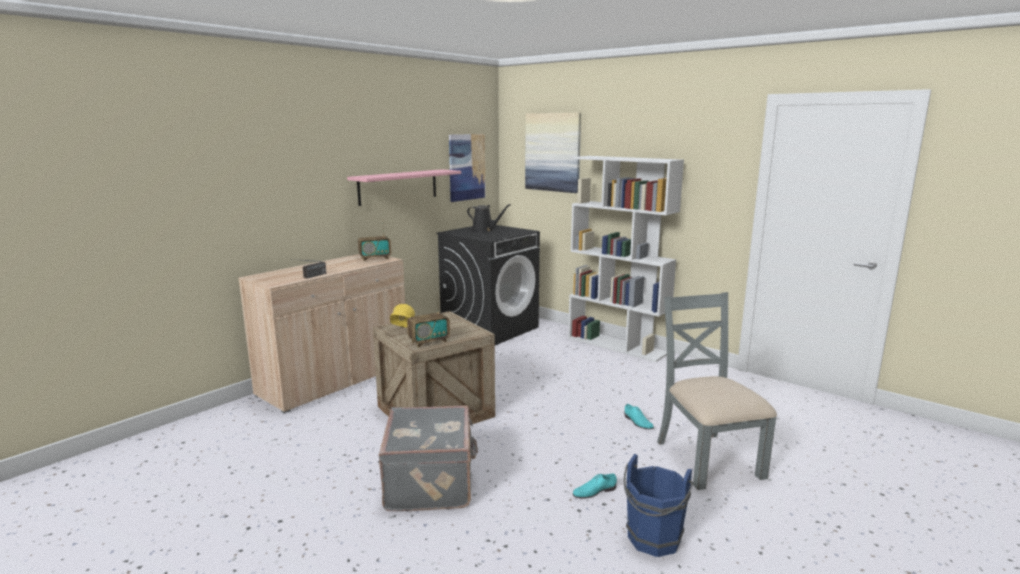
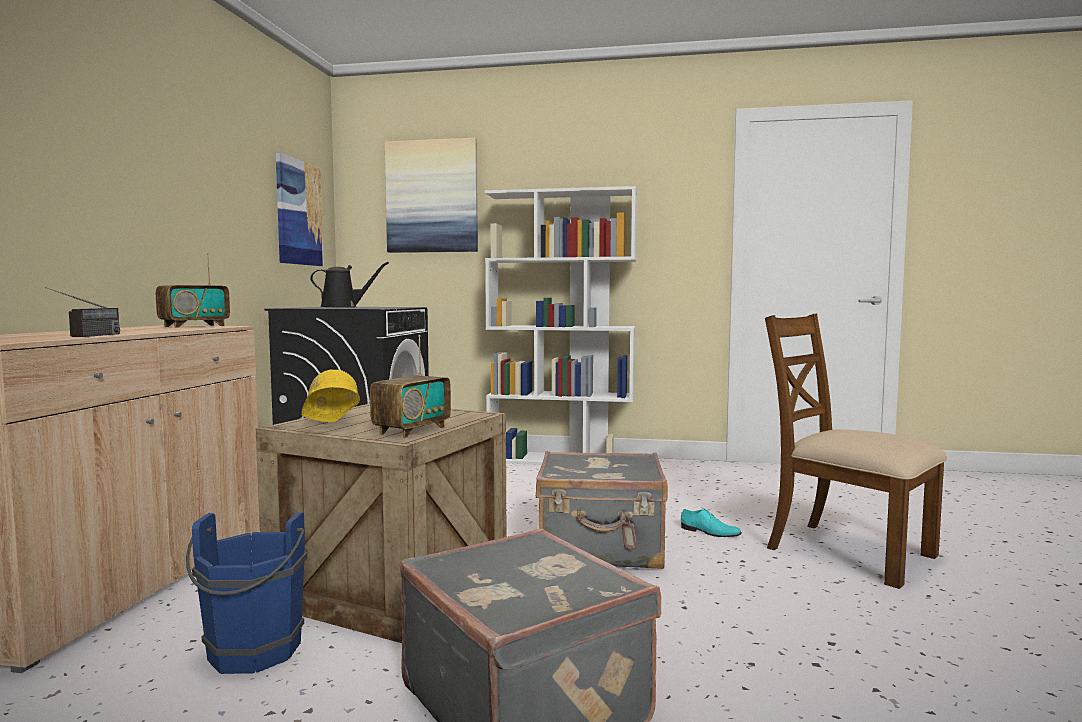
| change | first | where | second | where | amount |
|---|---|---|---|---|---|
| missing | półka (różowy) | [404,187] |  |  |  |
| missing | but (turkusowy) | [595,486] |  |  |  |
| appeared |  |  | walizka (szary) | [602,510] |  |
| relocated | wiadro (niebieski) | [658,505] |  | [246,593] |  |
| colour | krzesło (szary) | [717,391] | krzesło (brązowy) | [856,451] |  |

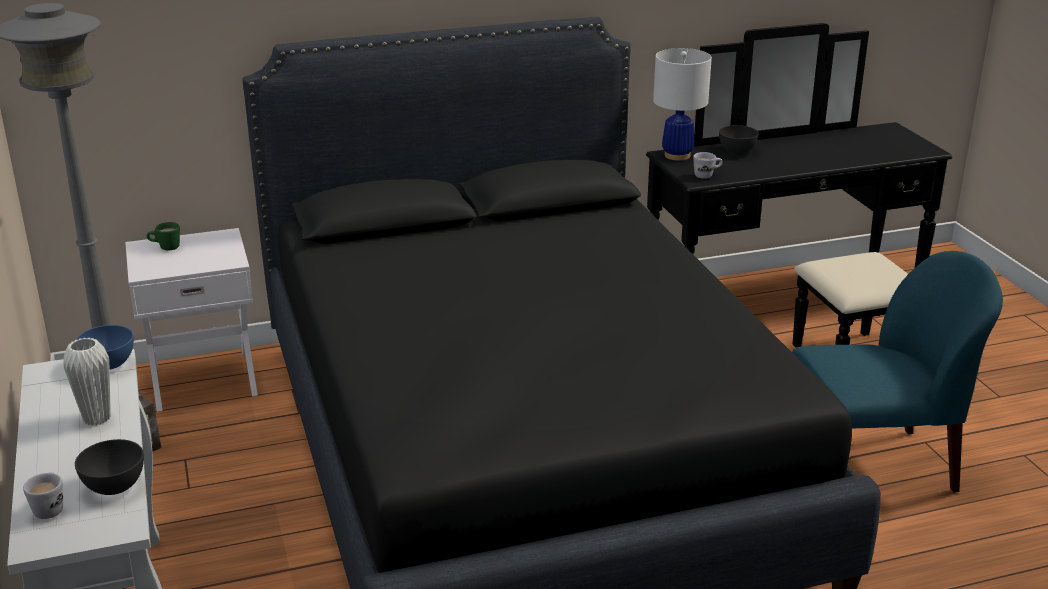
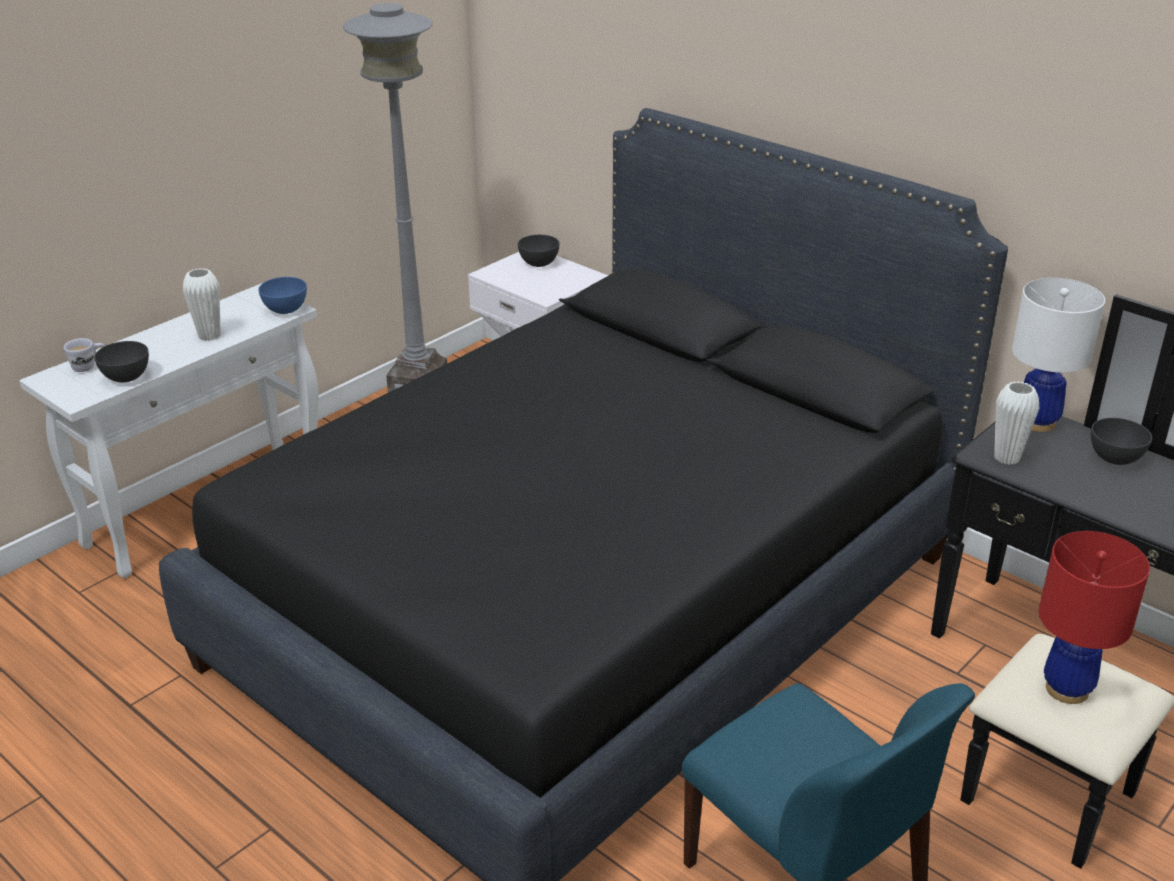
| change | first | where | second | where | amount |
|---|---|---|---|---|---|
| appeared |  |  | lampa stołowa (czerwony) | [1094,617] |  |
| exchanged | kubek (zielony) | [163,236] | miska (szary) | [539,251] |  |
| exchanged | kubek (biały) | [708,165] | wazon (biały) | [1016,423] |  |

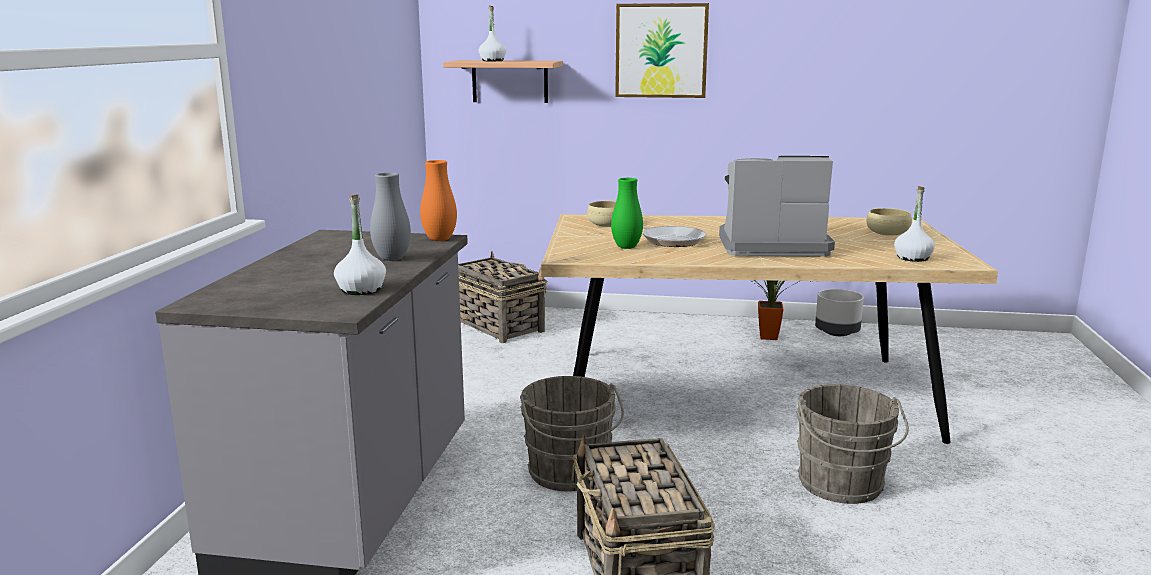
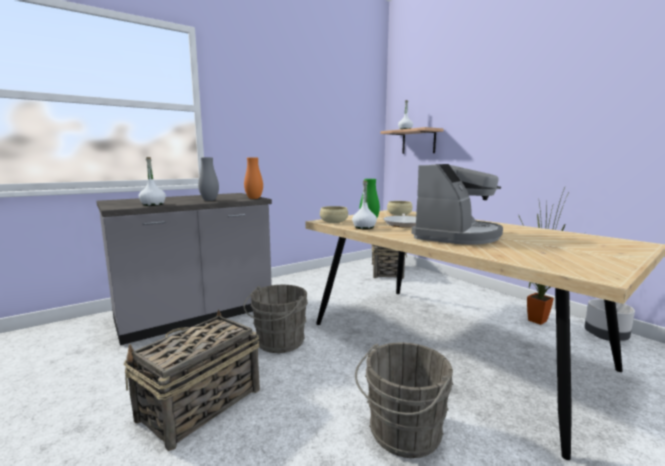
| change | first | where | second | where | amount |
|---|---|---|---|---|---|
| missing | obraz | [662,50] |  |  |  |
| relocated | miska (beżowy) | [889,221] |  | [334,214] |  |
| relocated | butelka (biały) | [914,224] |  | [364,205] |  |
| spun | ekspres do kawy | [777,206] |  | [457,204] | 75 degrees clockwise |

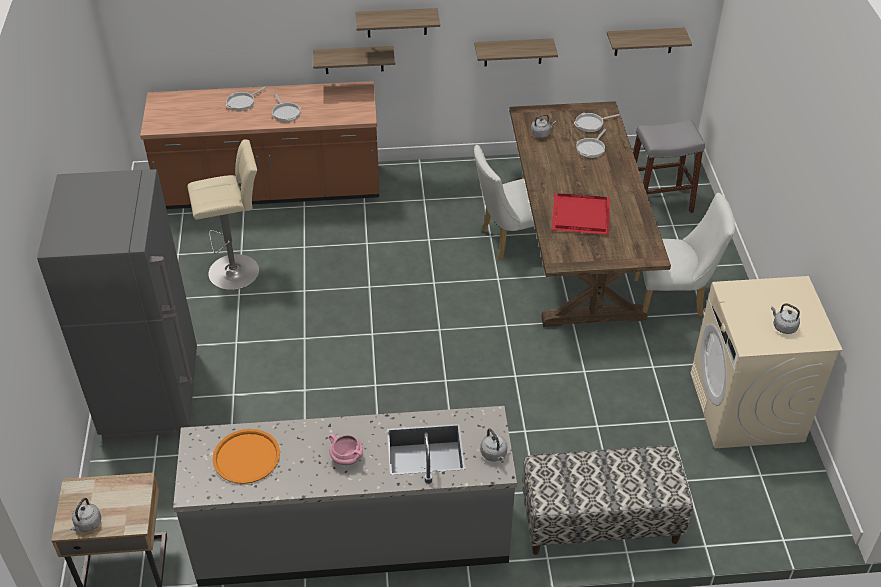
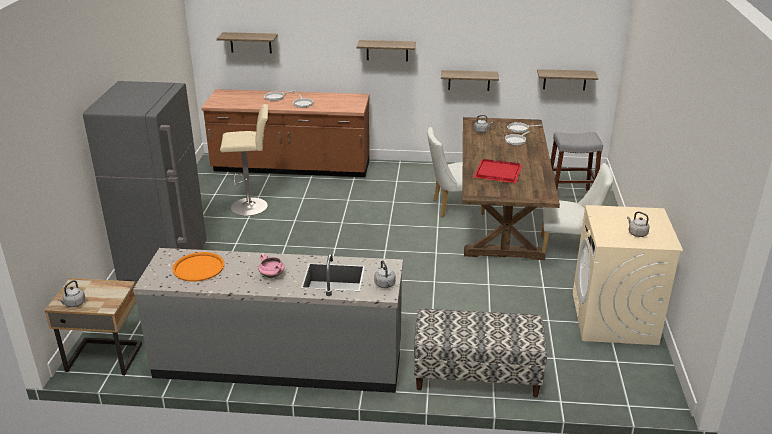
| change | first | where | second | where | amount |
|---|---|---|---|---|---|
| relocated | półka | [354,60] |  | [247,43] |  |

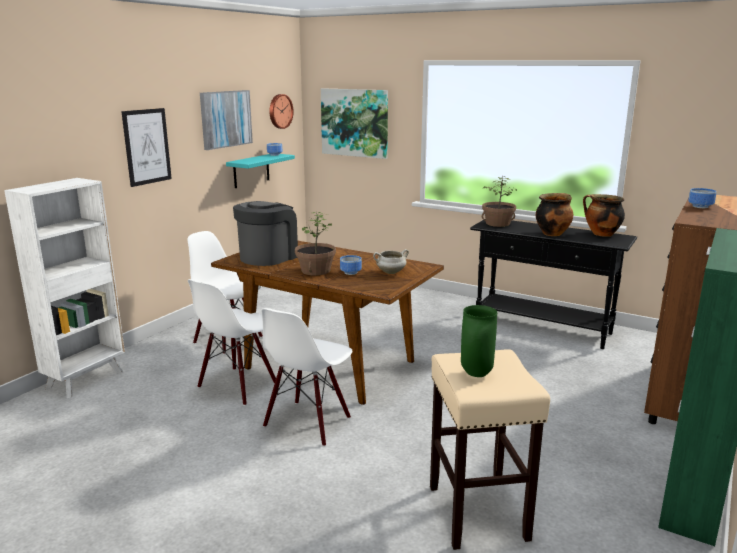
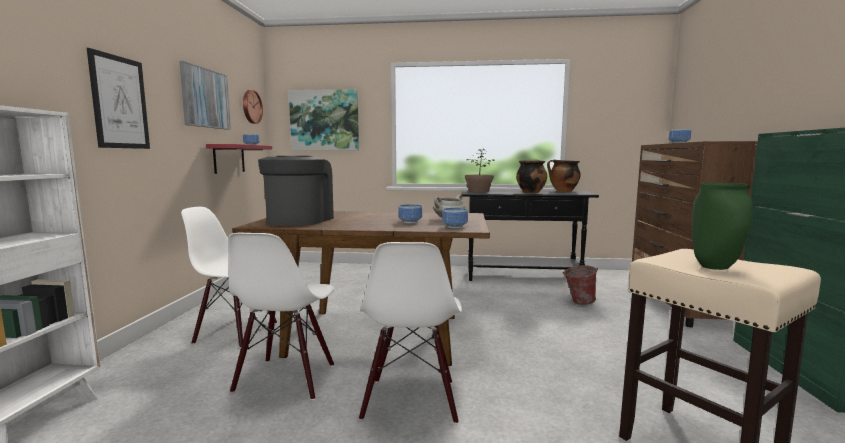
| change | first | where | second | where | amount |
|---|---|---|---|---|---|
| missing | roślina doniczkowa | [315,243] |  |  |  |
| appeared |  |  | miska | [455,218] |  |
| appeared |  |  | wiadro | [580,285] |  |
| colour | półka (turkusowy) | [260,171] | półka (czerwony) | [239,159] |  |

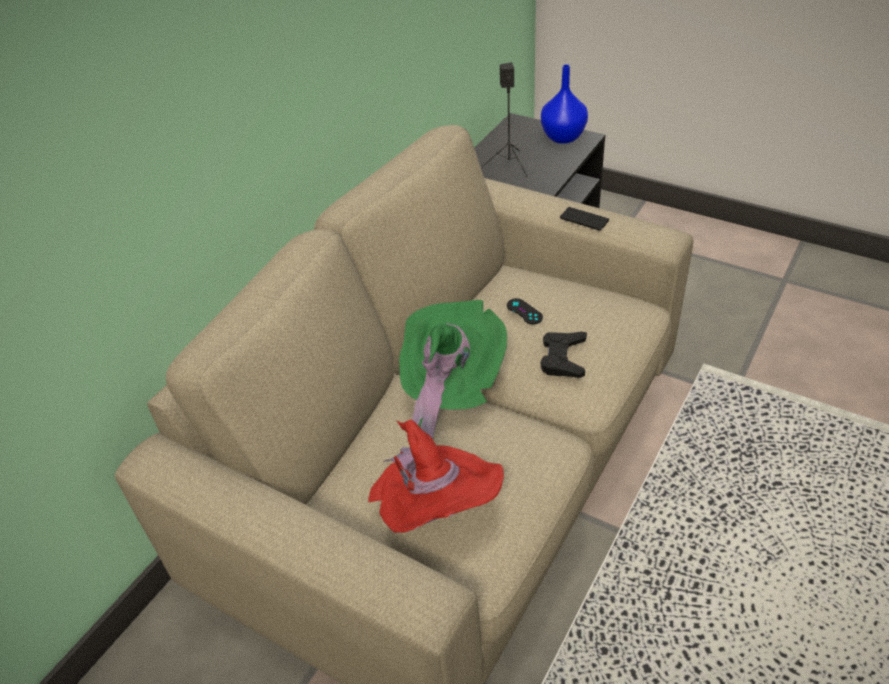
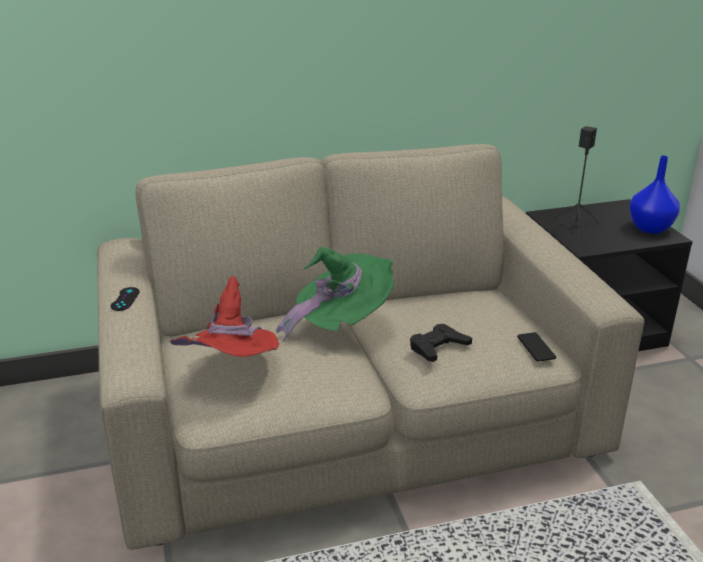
| change | first | where | second | where | amount |
|---|---|---|---|---|---|
| relocated | pad do gier (czarny) | [525,311] |  | [125,299] |  |
| relocated | telefon | [584,219] |  | [537,347] |  |

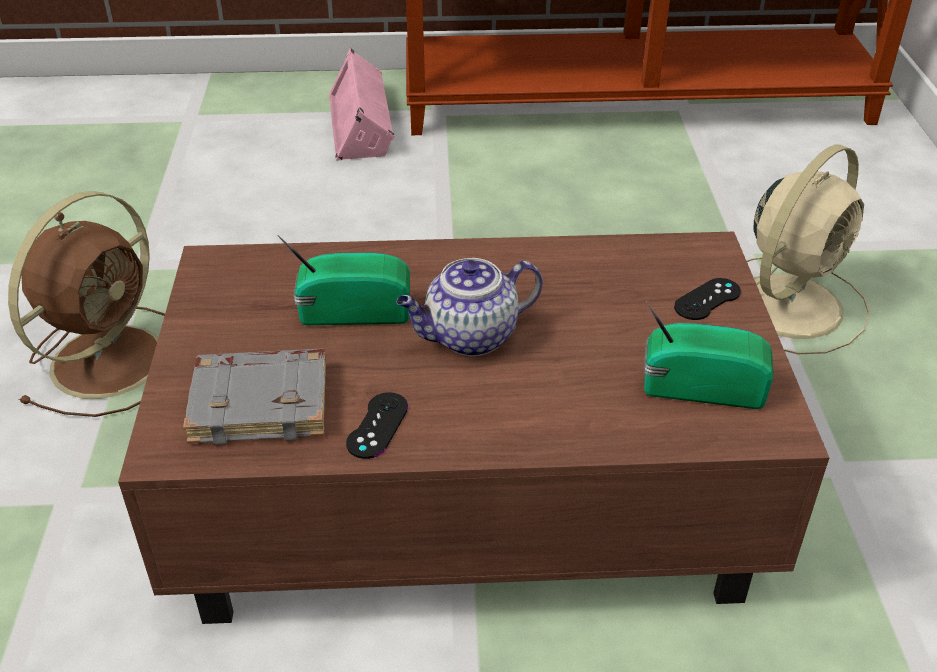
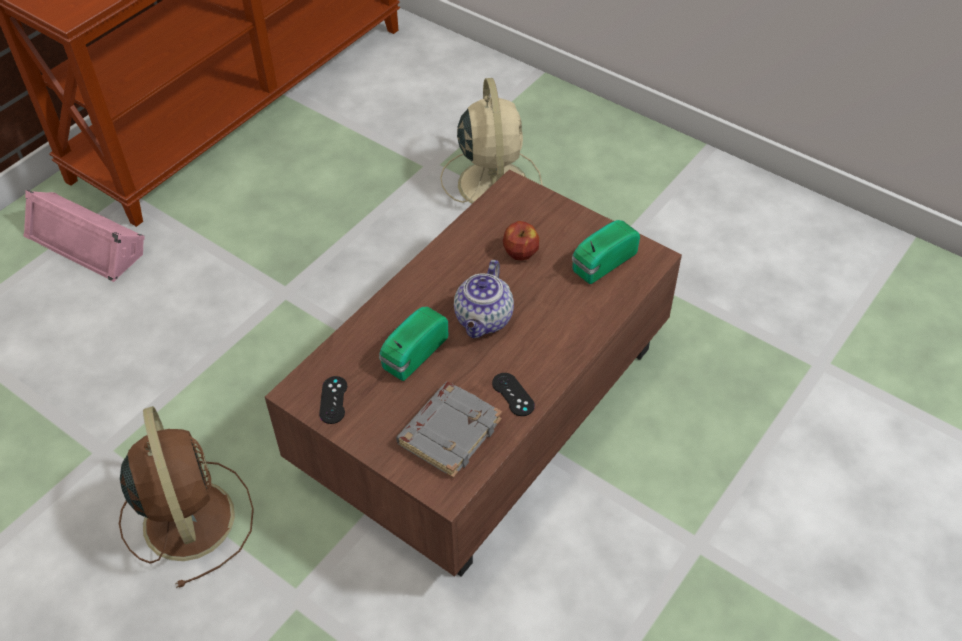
| change | first | where | second | where | amount |
|---|---|---|---|---|---|
| appeared |  |  | jabłko | [521,241] |  |
| relocated | pad do gier (czarny) | [707,299] |  | [333,400] |  |

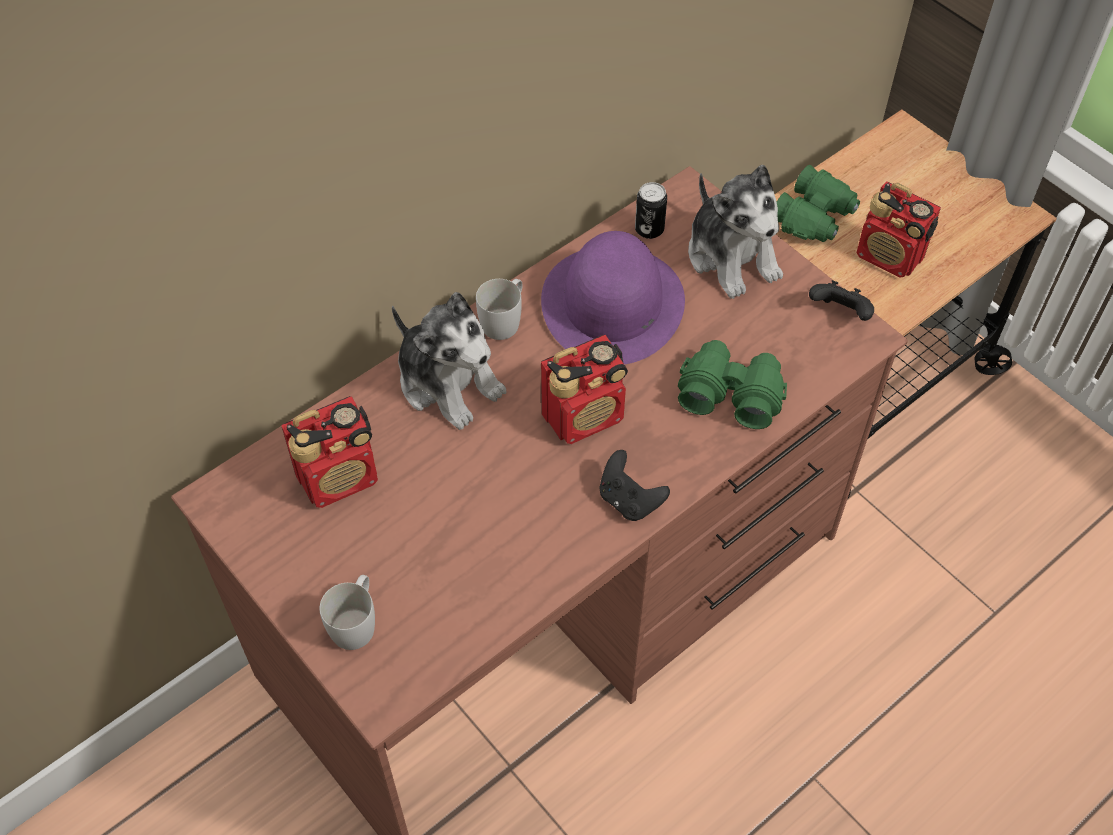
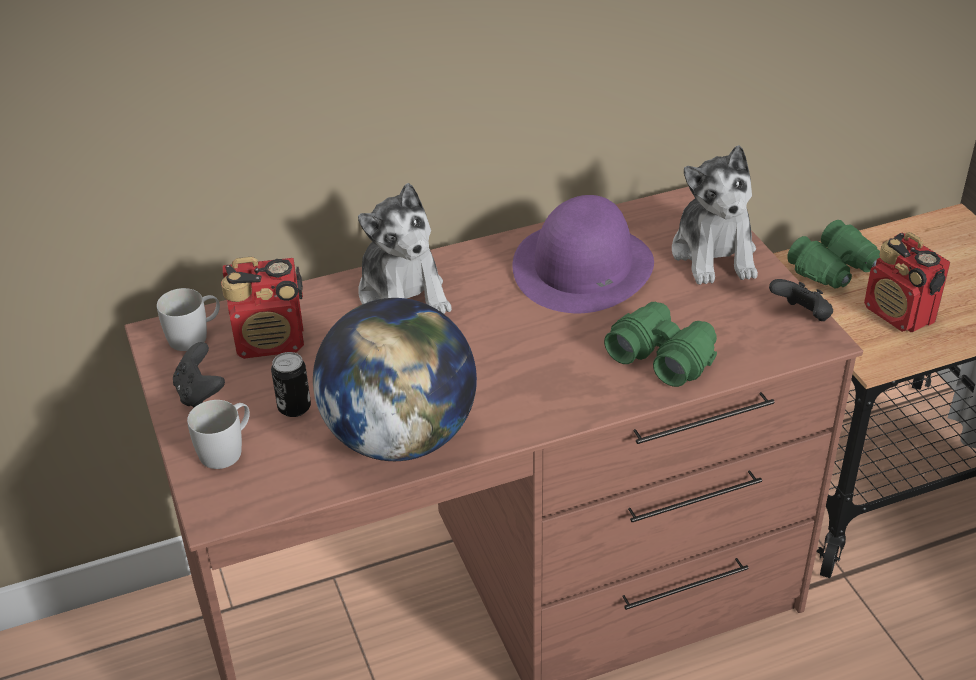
| change | first | where | second | where | amount |
|---|---|---|---|---|---|
| missing | radio | [584,389] |  |  |  |
| appeared |  |  | globus | [395,379] |  |
| relocated | kubek (biały) | [499,309] |  | [188,319] |  |
| relocated | pad do gier (czarny) | [634,485] |  | [199,374] |  |
| relocated | puszka | [651,210] |  | [291,384] |  |

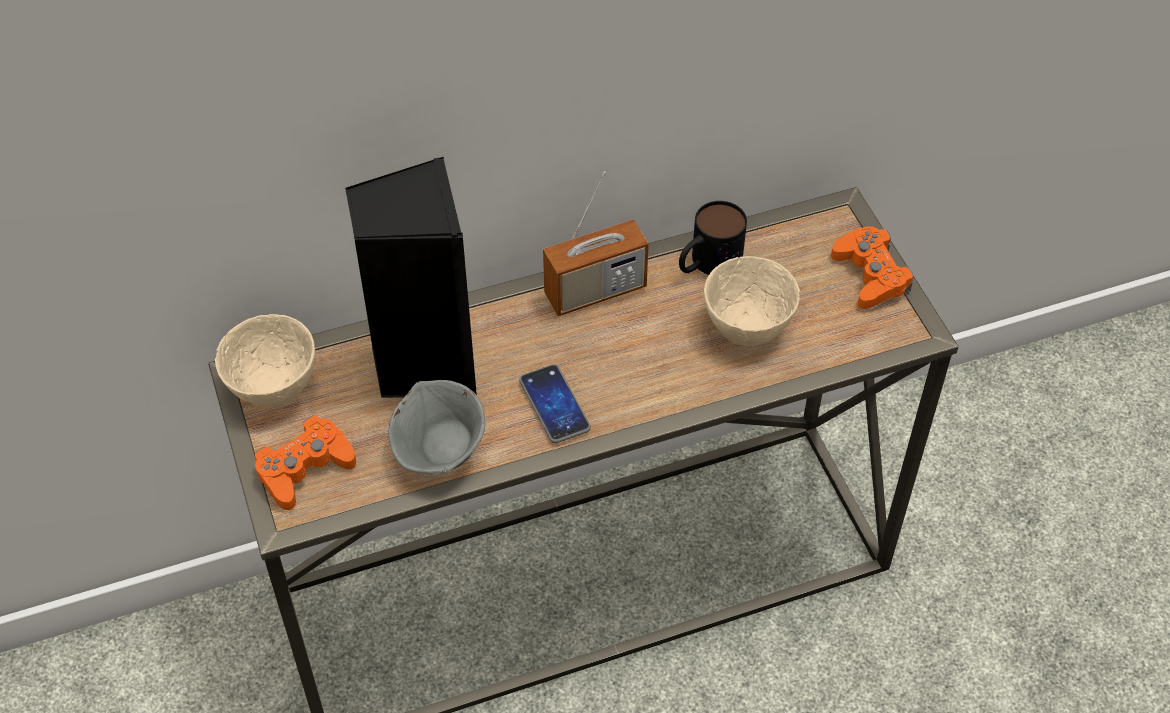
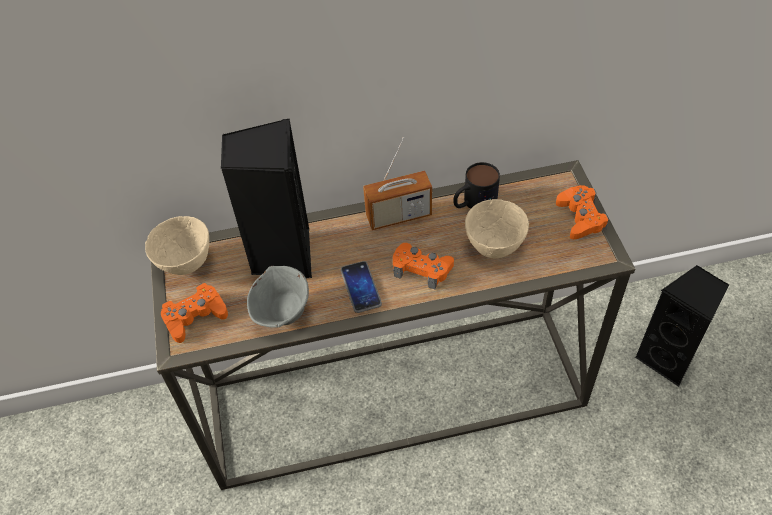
| change | first | where | second | where | amount |
|---|---|---|---|---|---|
| appeared |  |  | pad do gier (pomarańczowy) | [423,266] |  |
| appeared |  |  | głośnik (czarny) | [682,326] |  |

